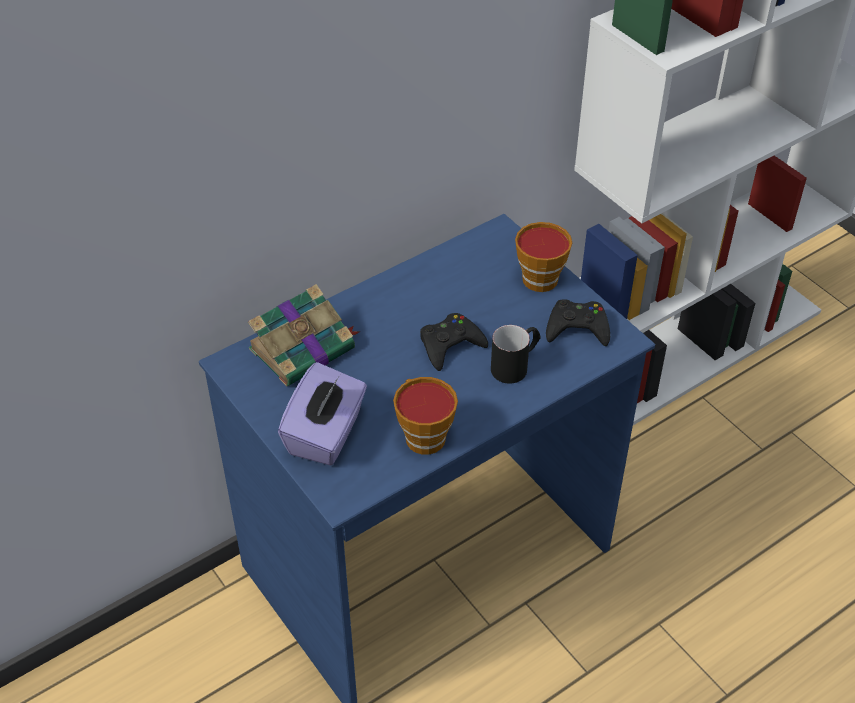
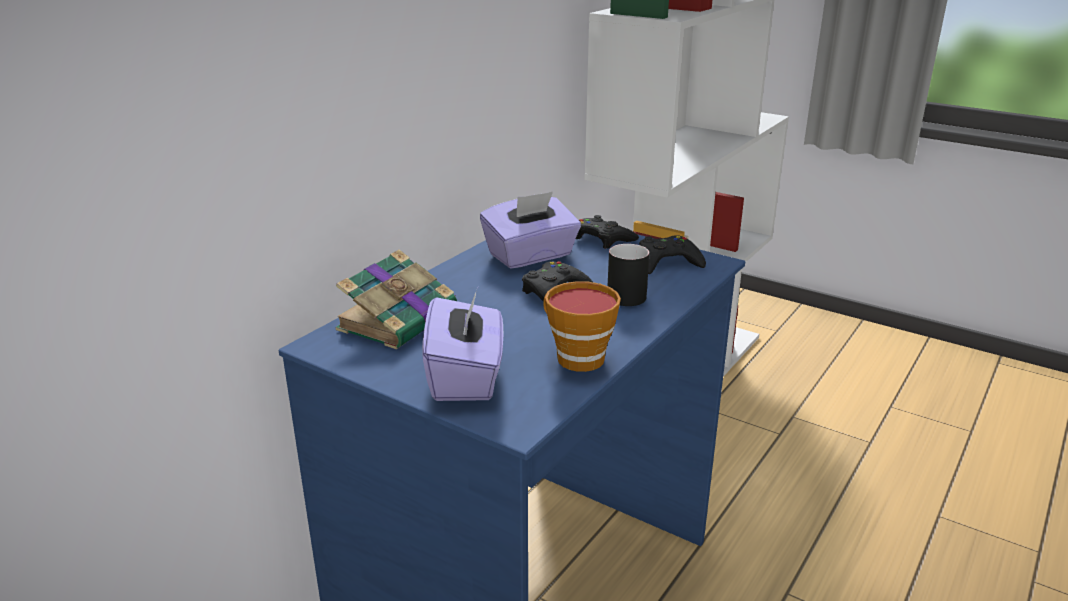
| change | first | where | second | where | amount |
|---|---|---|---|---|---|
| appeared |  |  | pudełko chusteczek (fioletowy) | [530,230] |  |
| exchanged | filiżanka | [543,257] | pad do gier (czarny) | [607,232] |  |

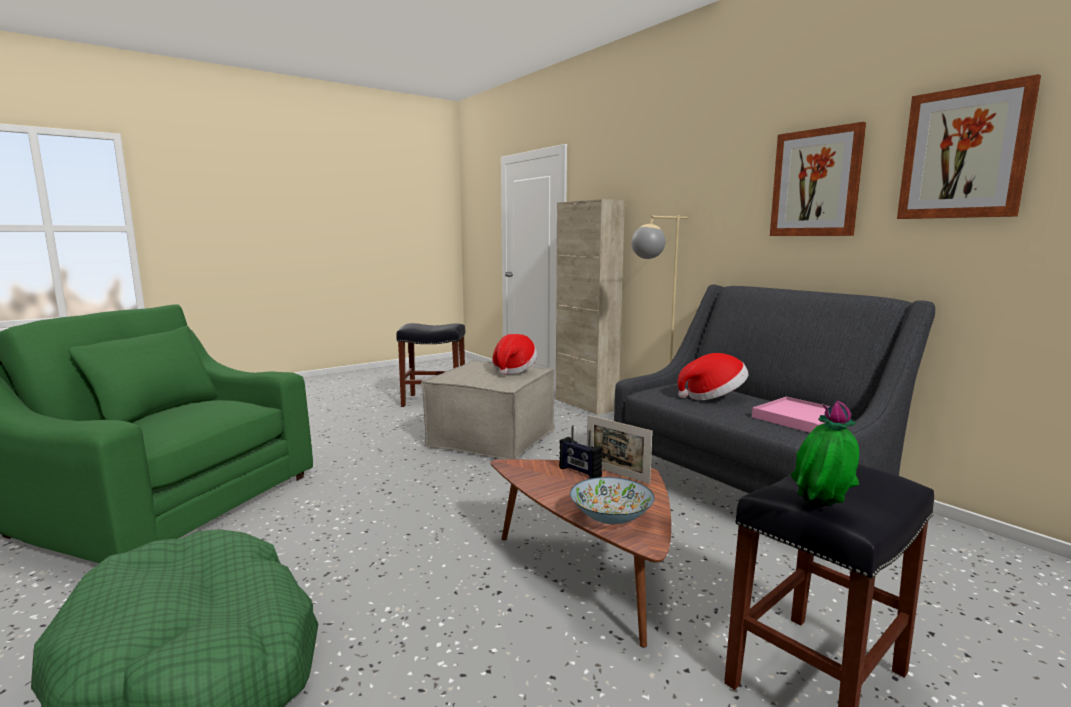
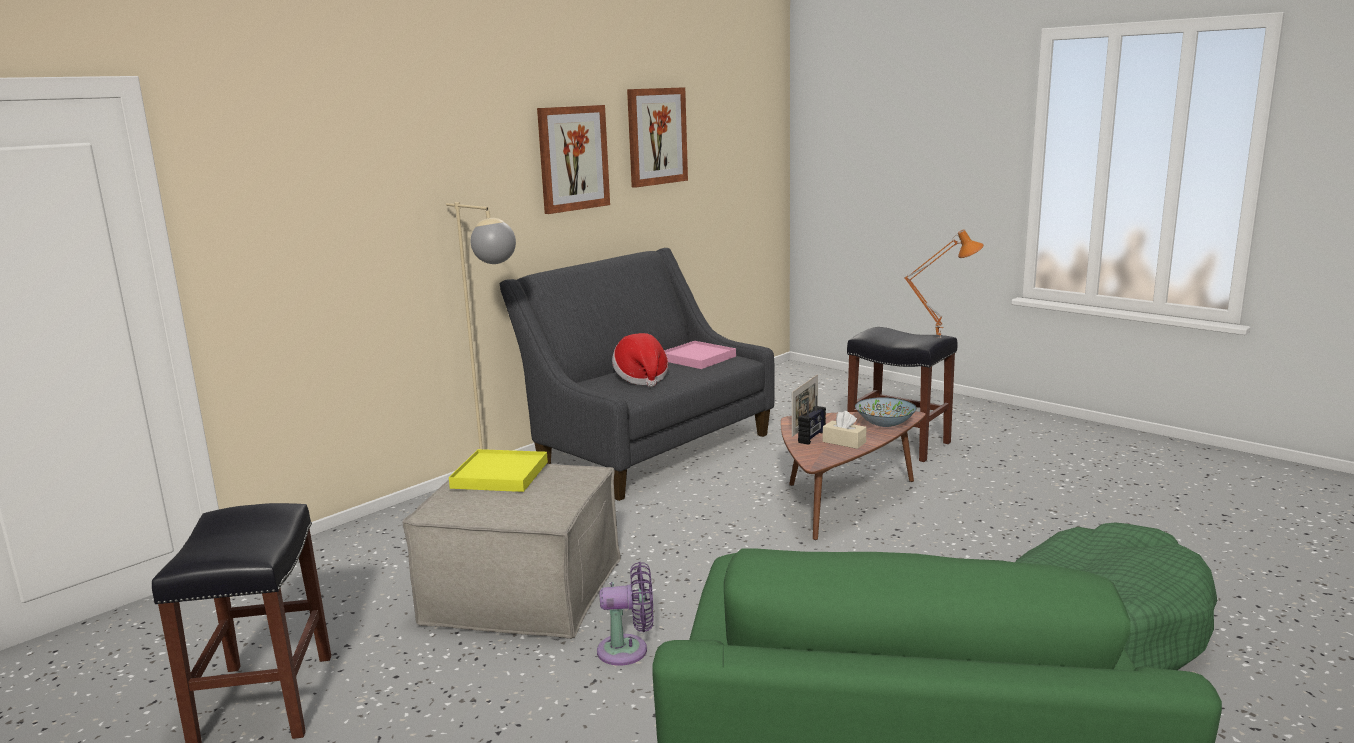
| change | first | where | second | where | amount |
|---|---|---|---|---|---|
| missing | szafka (beżowy) | [590,307] |  |  |  |
| appeared |  |  | wentylator (fioletowy) | [625,614] |  |
| appeared |  |  | pudełko chusteczek (beżowy) | [845,430] |  |
| exchanged | kapelusz | [514,354] | taca (żółty) | [498,470] |  |
| exchanged | roślina doniczkowa | [825,454] | lampa stołowa (pomarańczowy) | [944,283] |  |

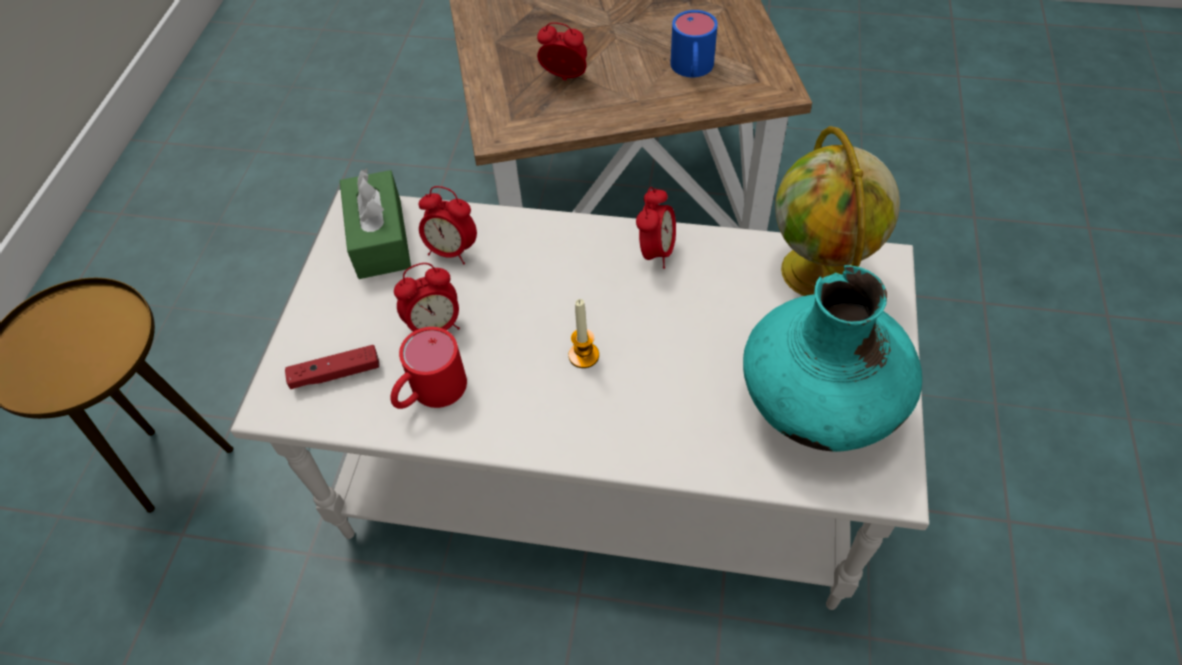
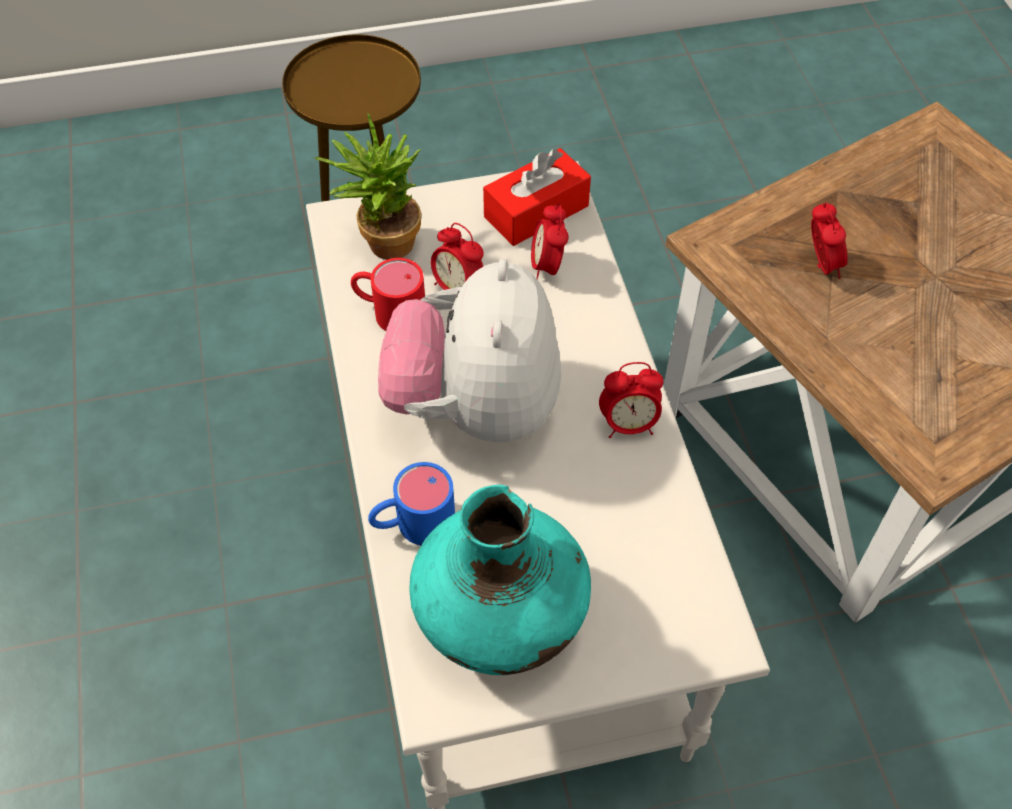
| change | first | where | second | where | amount |
|---|---|---|---|---|---|
| missing | globus | [837,211] |  |  |  |
| relocated | kubek (niebieski) | [694,43] |  | [411,503] |  |
| exchanged | pad do gier (czerwony) | [332,367] | roślina doniczkowa | [367,186] |  |
| exchanged | świeca | [583,333] | pluszak | [469,350] |  |
| colour | pudełko chusteczek (zielony) | [375,224] | pudełko chusteczek (czerwony) | [537,197] |  |

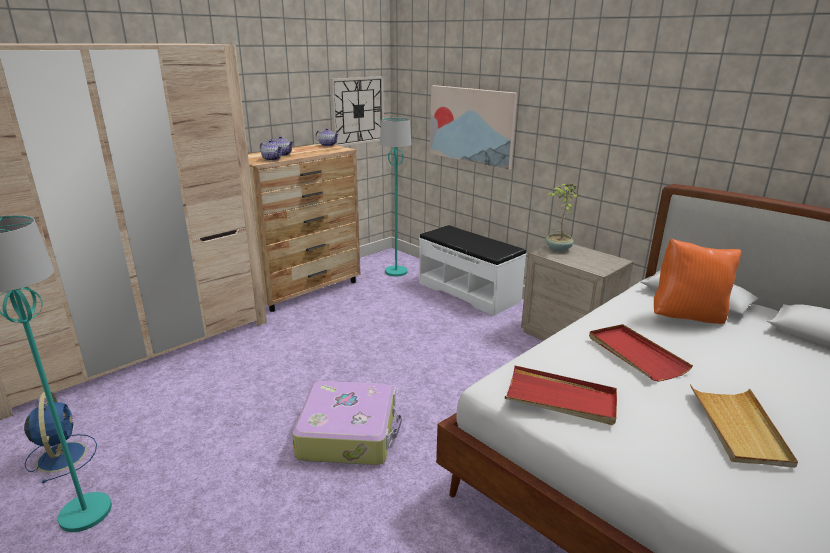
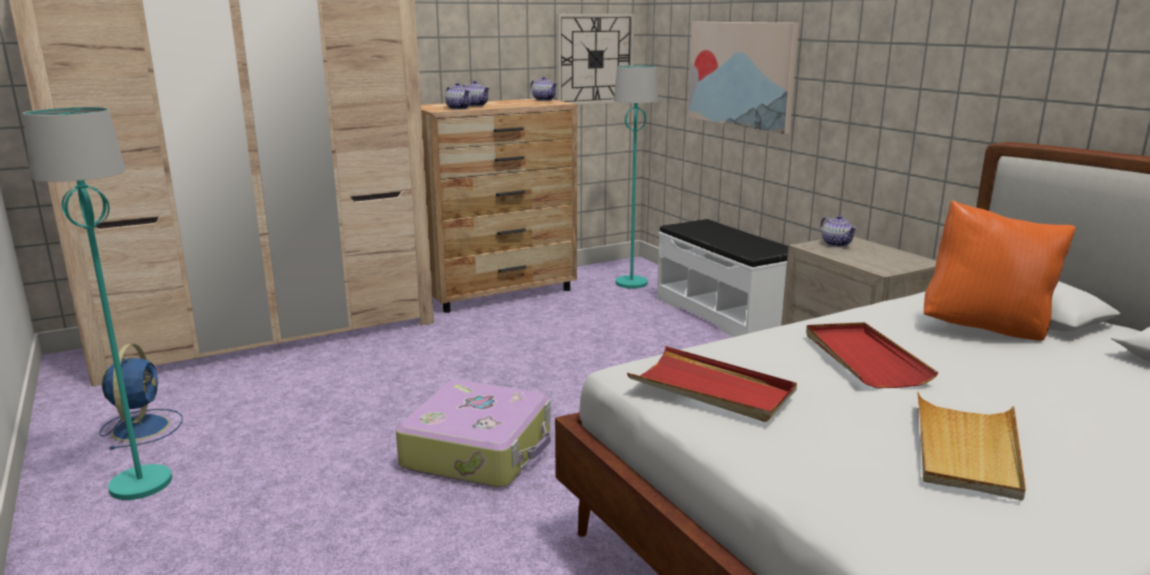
| change | first | where | second | where | amount |
|---|---|---|---|---|---|
| exchanged | roślina doniczkowa | [561,218] | imbryk | [838,231] |  |

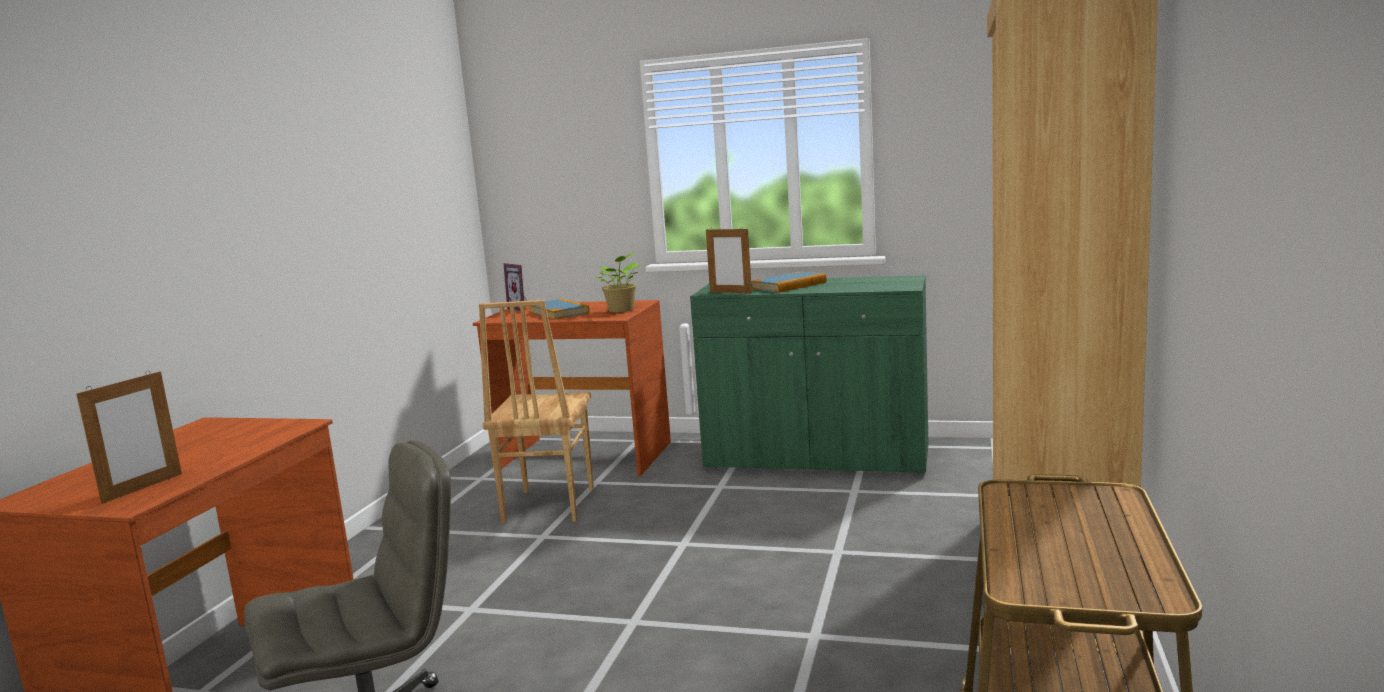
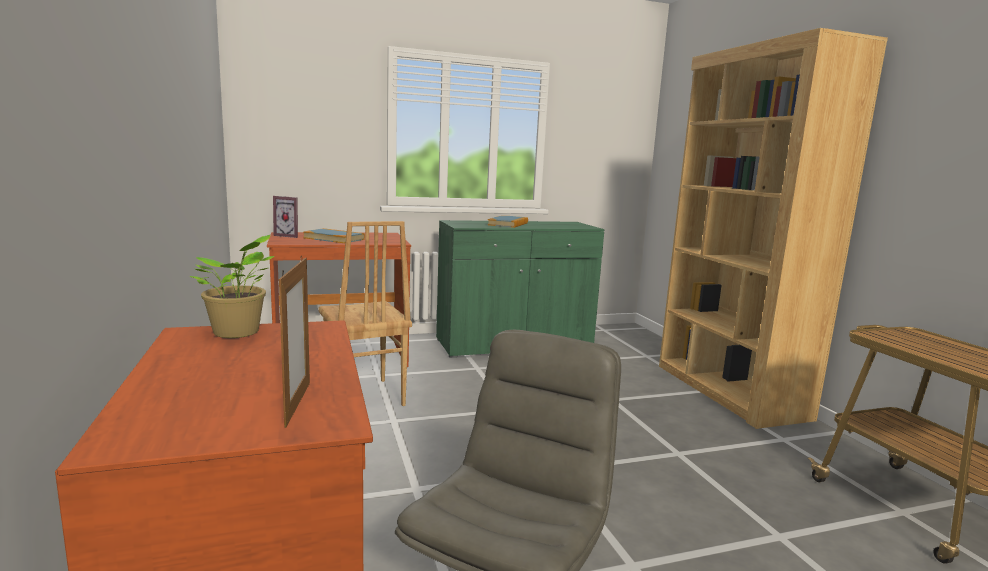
| change | first | where | second | where | amount |
|---|---|---|---|---|---|
| missing | ramka na zdjęcie | [729,260] |  |  |  |
| relocated | roślina doniczkowa | [619,282] |  | [231,286] |  |

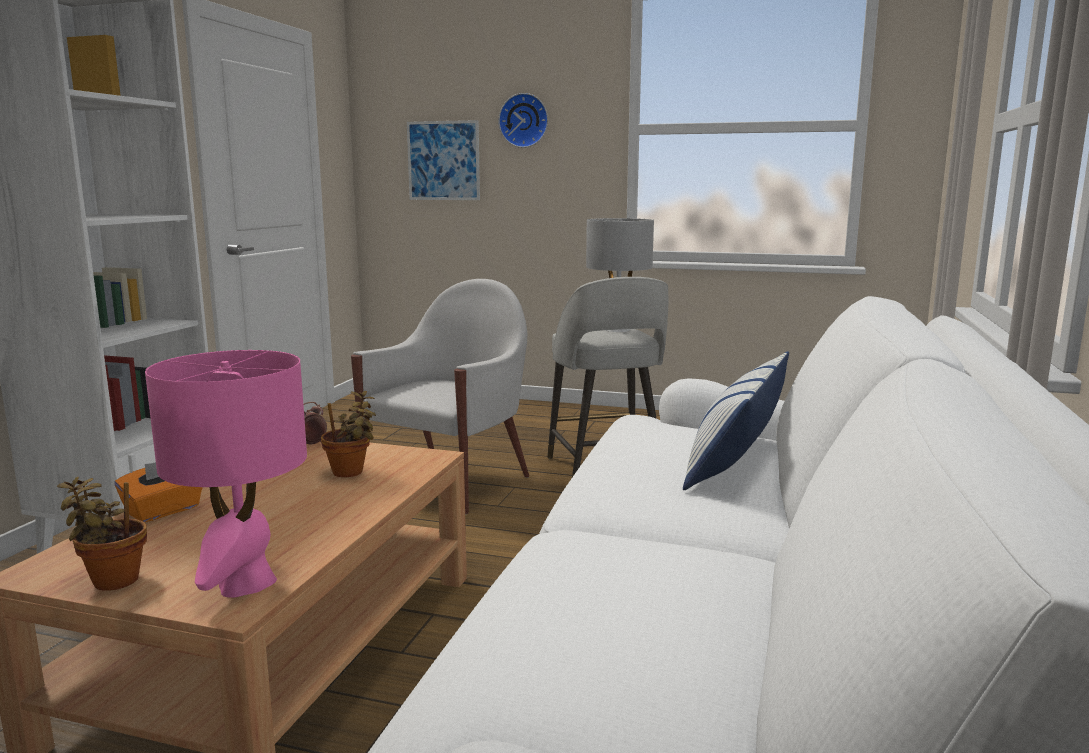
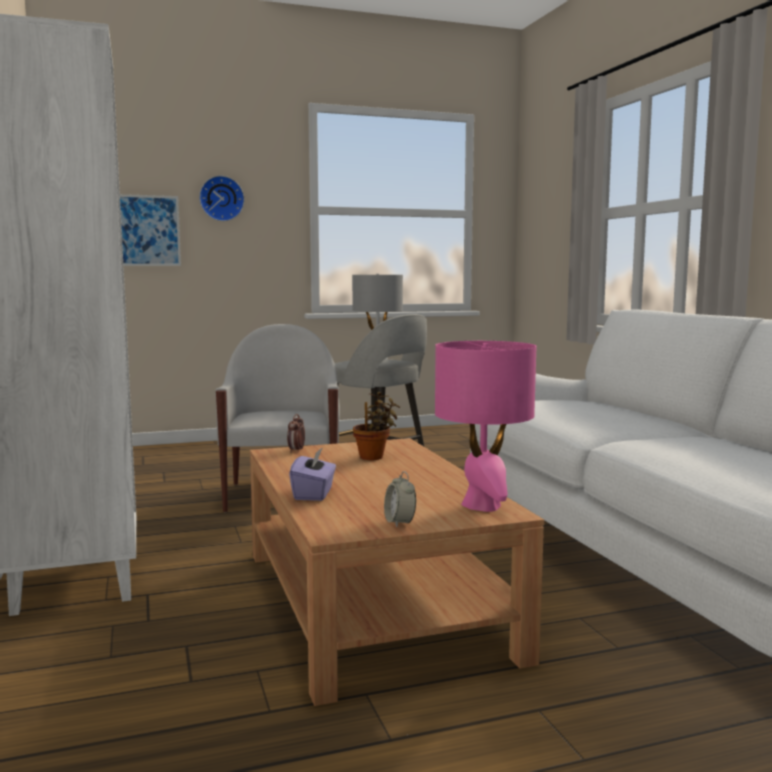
| change | first | where | second | where | amount |
|---|---|---|---|---|---|
| missing | poduszka | [736,421] |  |  |  |
| exchanged | roślina doniczkowa | [102,534] | budzik | [400,499] |  |
| colour | pudełko chusteczek (pomarańczowy) | [159,492] | pudełko chusteczek (fioletowy) | [312,474] |  |

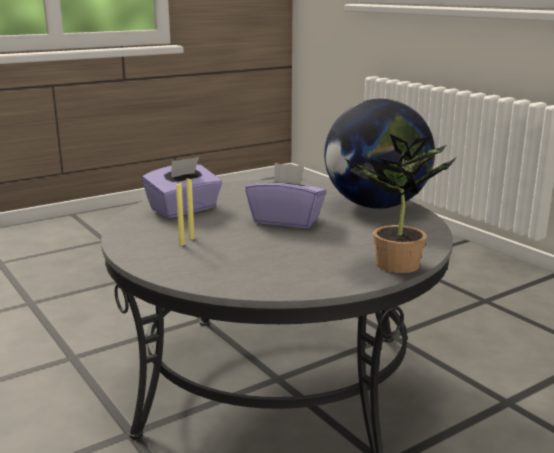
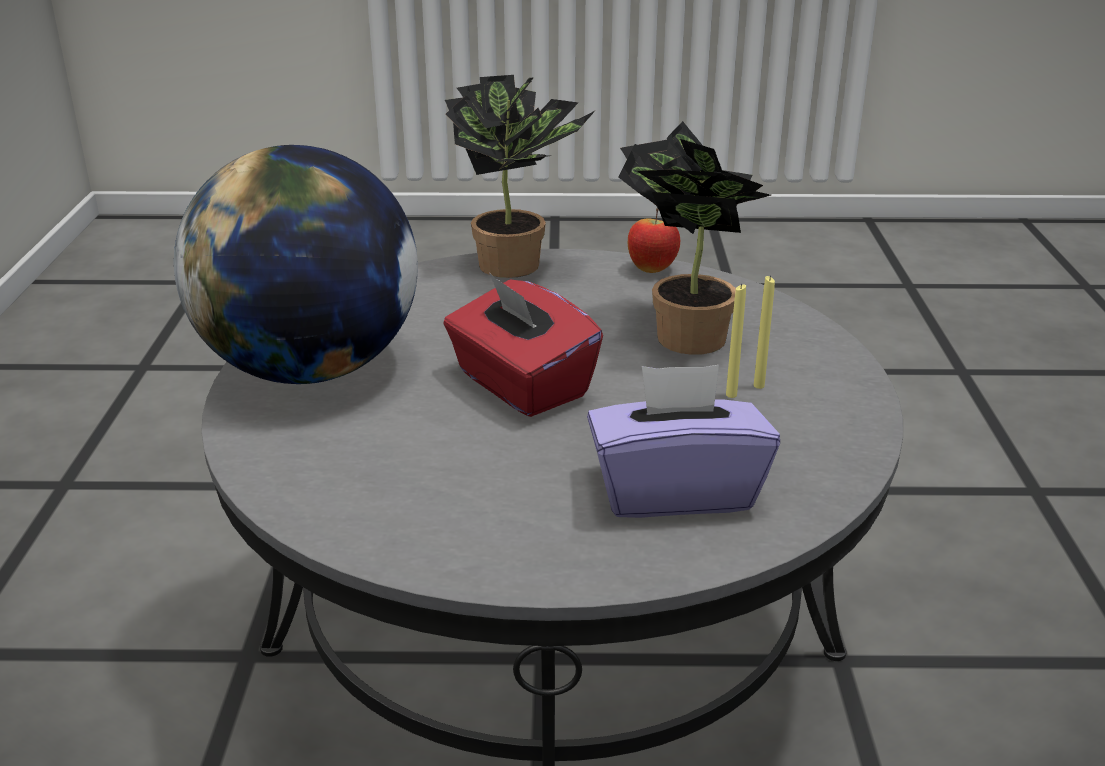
| change | first | where | second | where | amount |
|---|---|---|---|---|---|
| appeared |  |  | roślina doniczkowa | [695,238] |  |
| appeared |  |  | jabłko | [654,240] |  |
| colour | pudełko chusteczek (fioletowy) | [286,195] | pudełko chusteczek (czerwony) | [523,345] |  |

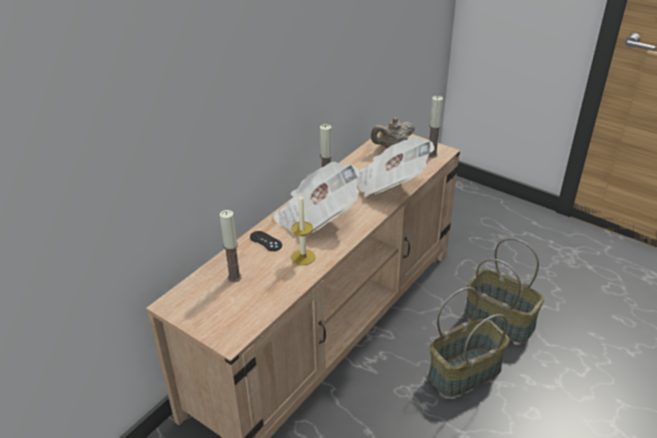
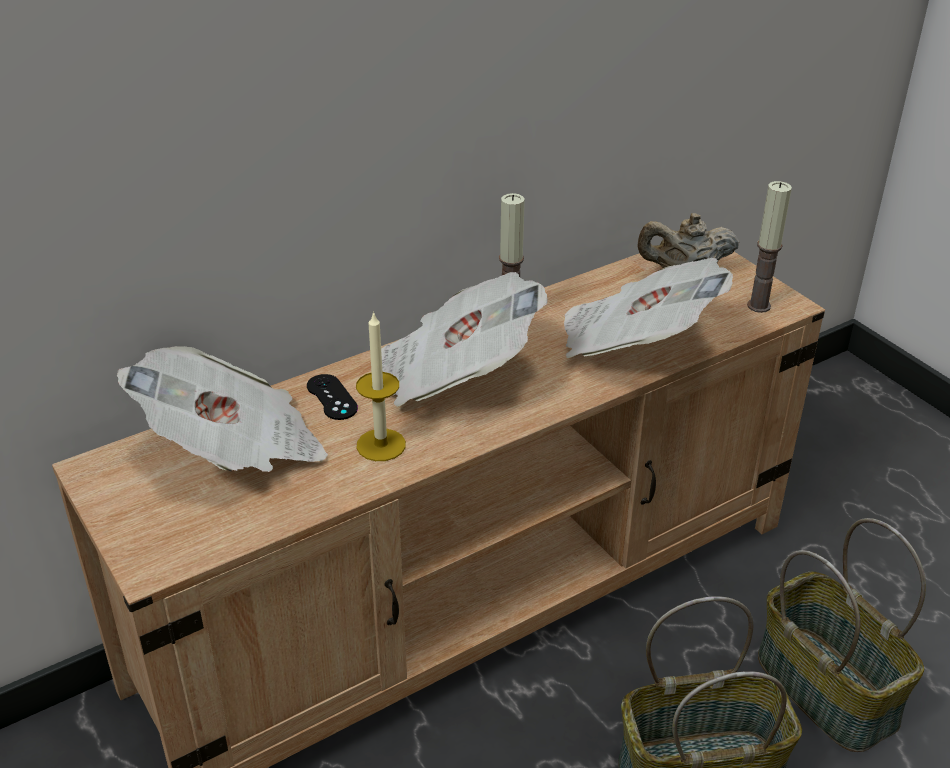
| change | first | where | second | where | amount |
|---|---|---|---|---|---|
| exchanged | świeca | [231,246] | gazeta | [222,409] |  |

